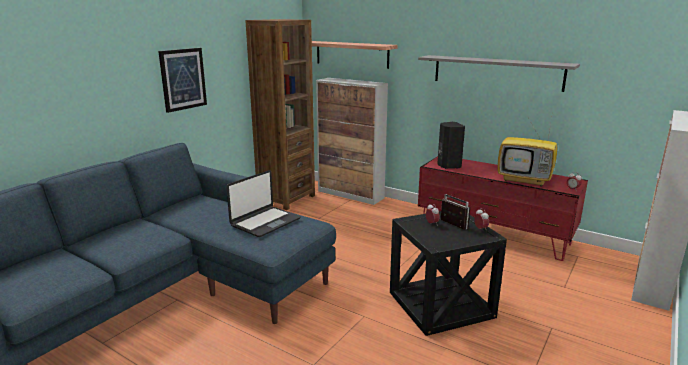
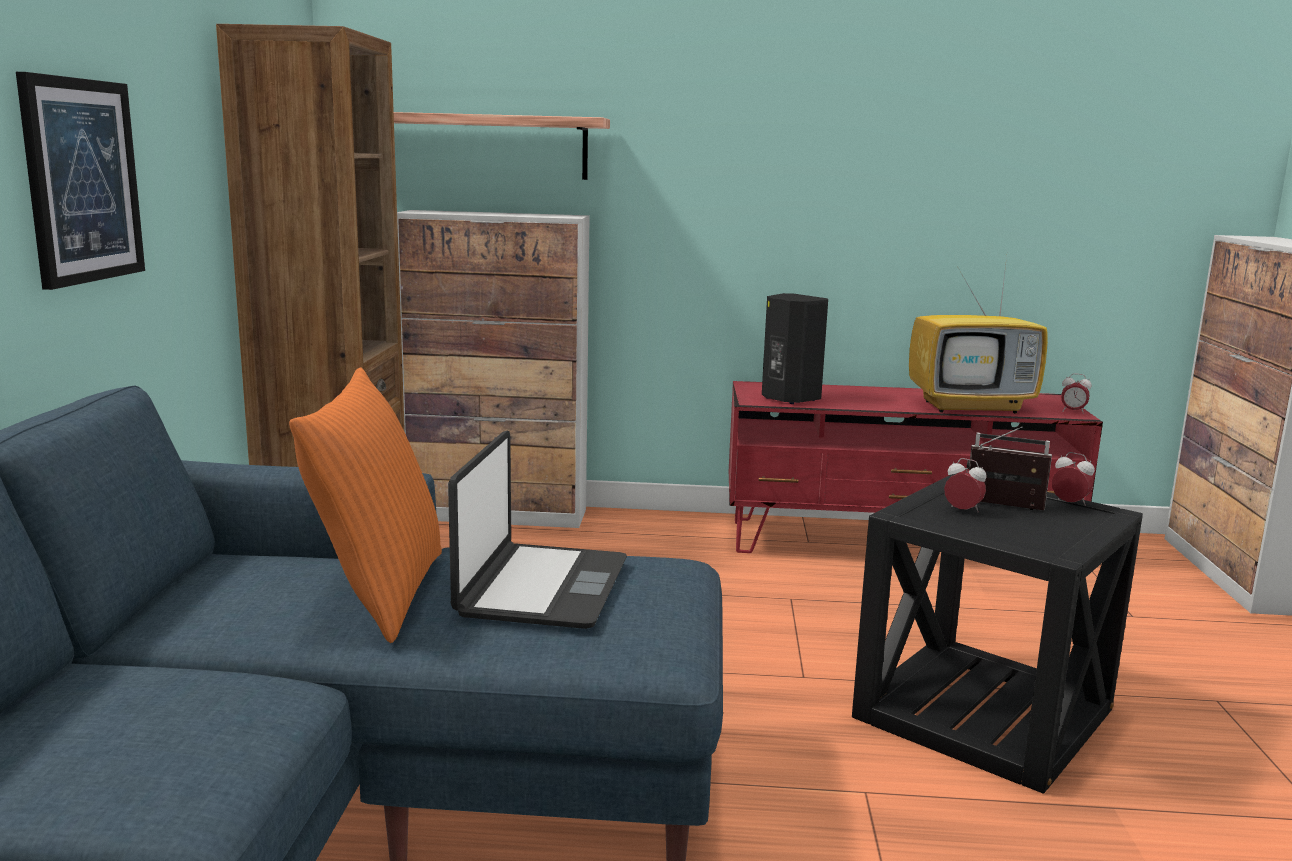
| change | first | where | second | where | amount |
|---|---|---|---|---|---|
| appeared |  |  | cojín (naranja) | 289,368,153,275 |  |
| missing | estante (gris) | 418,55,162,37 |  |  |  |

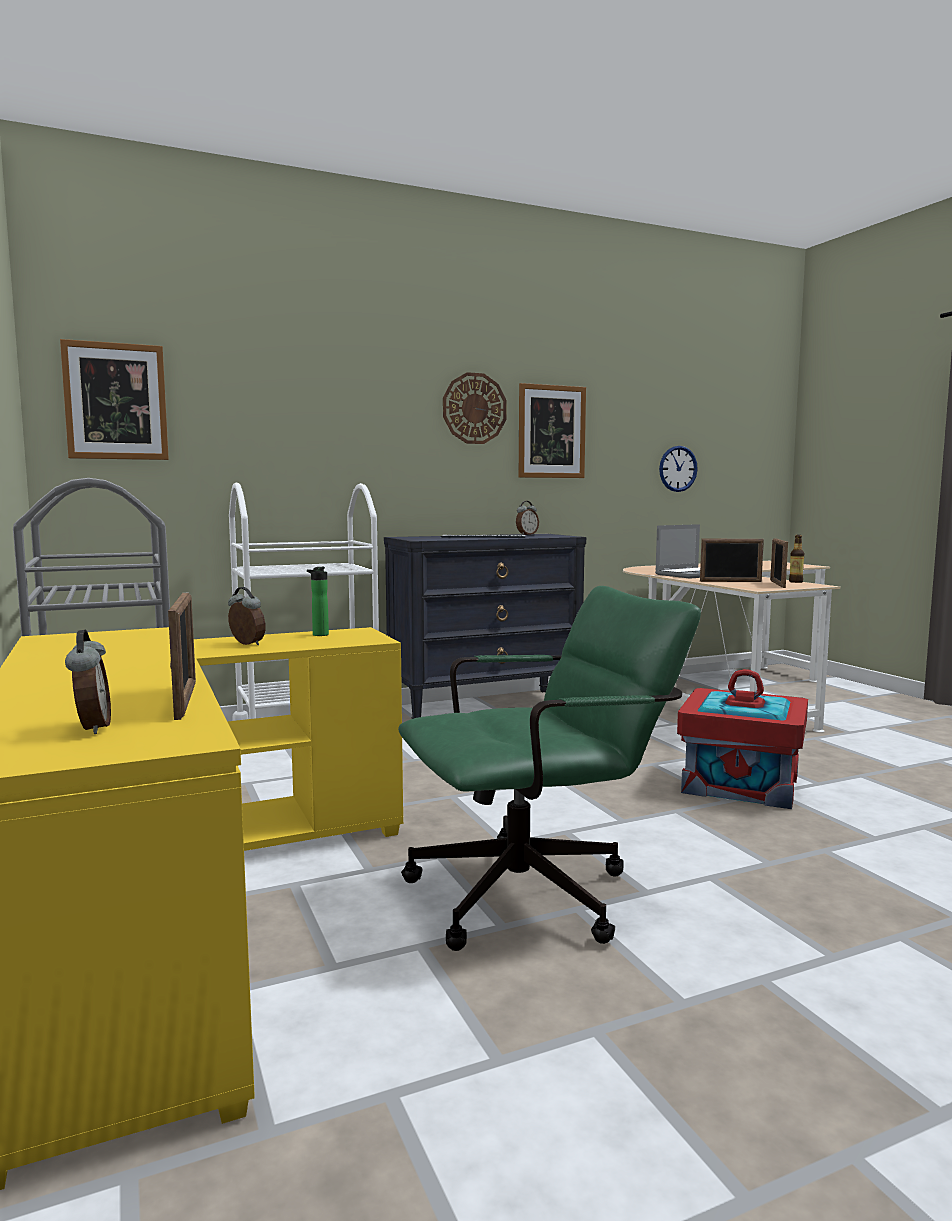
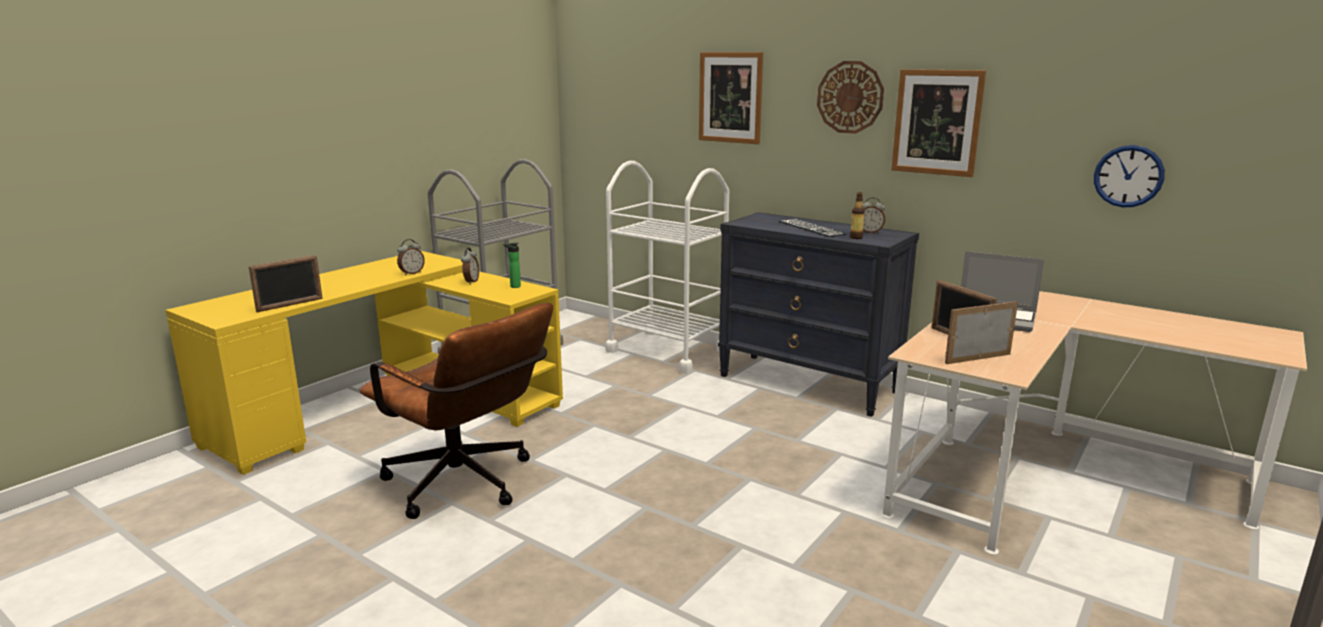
| change | first | where | second | where | amount |
|---|---|---|---|---|---|
| colour | silla de oficina (verde) | 398,586,303,365 | silla de oficina (marrón) | 360,303,193,216 |  |
| relocated | despertador | 65,630,46,104 |  | 397,239,28,36 |  |
| relocated | cuadro | 60,339,109,121 |  | 699,52,64,92 |  |
| relocated | botella | 789,535,15,48 |  | 850,192,15,47 |  |
| missing | caja de almacenaje (rojo) | 677,669,131,140 |  |  |  |

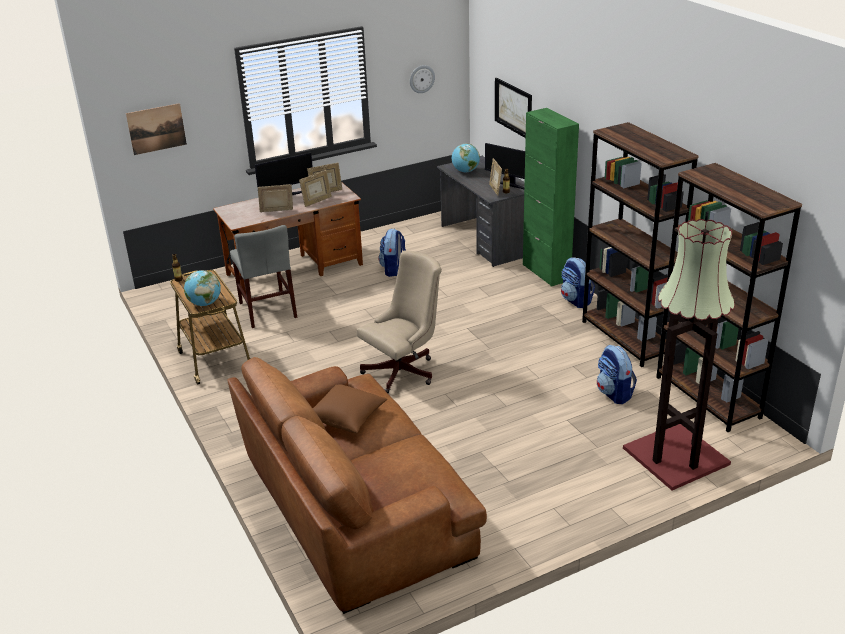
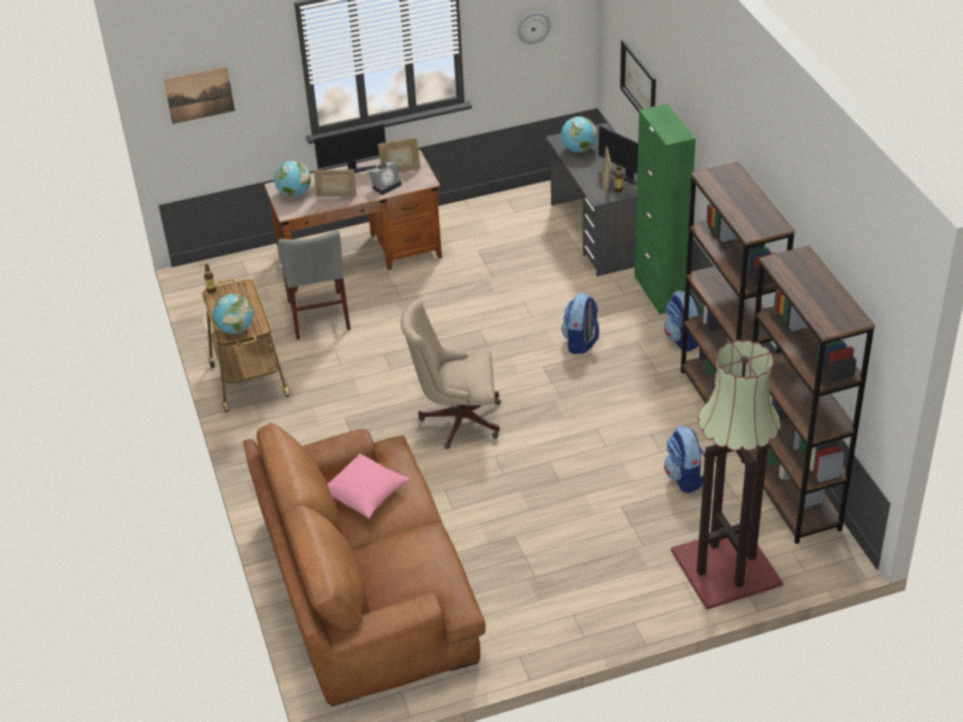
| change | first | where | second | where | amount |
|---|---|---|---|---|---|
| appeared |  |  | globo terráqueo | 274,160,37,37 |  |
| colour | cojín (marrón) | 313,384,74,49 | cojín (rosa) | 328,453,82,65 |  |
| exchanged | portarretratos | 299,170,33,37 | despertador | 369,161,33,34 |  |
| spun | silla de oficina (beis) | 357,250,85,143 |  | 400,300,101,149 | 150 degrees counterclockwise |
| relocated | mochila | 378,228,28,49 |  | 562,293,37,61 |  |

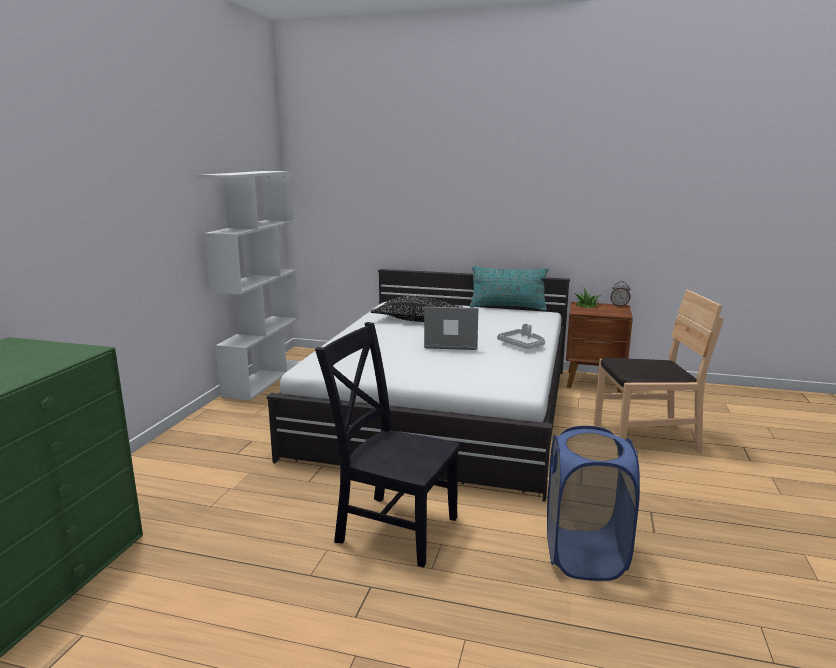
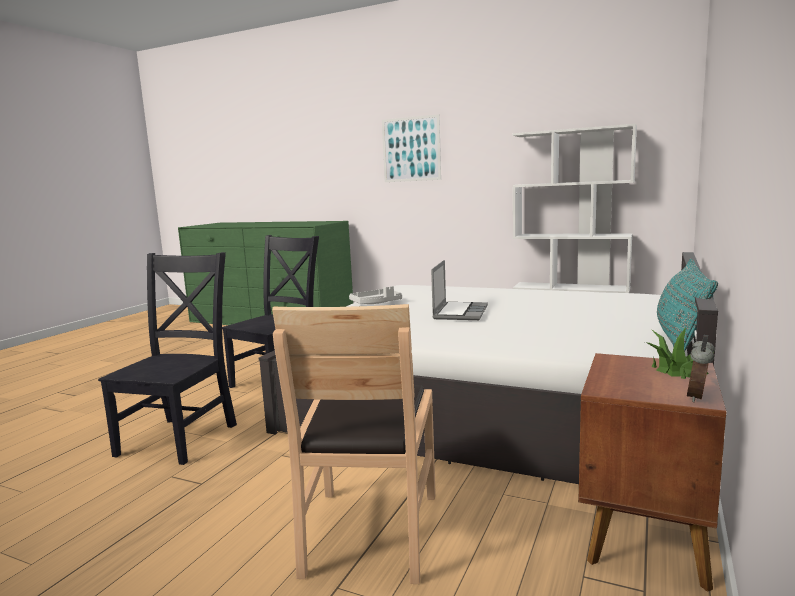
| change | first | where | second | where | amount |
|---|---|---|---|---|---|
| exchanged | cesto de la ropa (azul) | 547,426,93,155 | silla (negro) | 98,252,139,213 |  |
| relocated | bandeja (gris) | 497,324,48,25 |  | 349,286,53,18 |  |
| appeared |  |  | cuadro | 382,114,59,68 |  |
| missing | cojín (negro) | 371,296,92,26 |  |  |  |

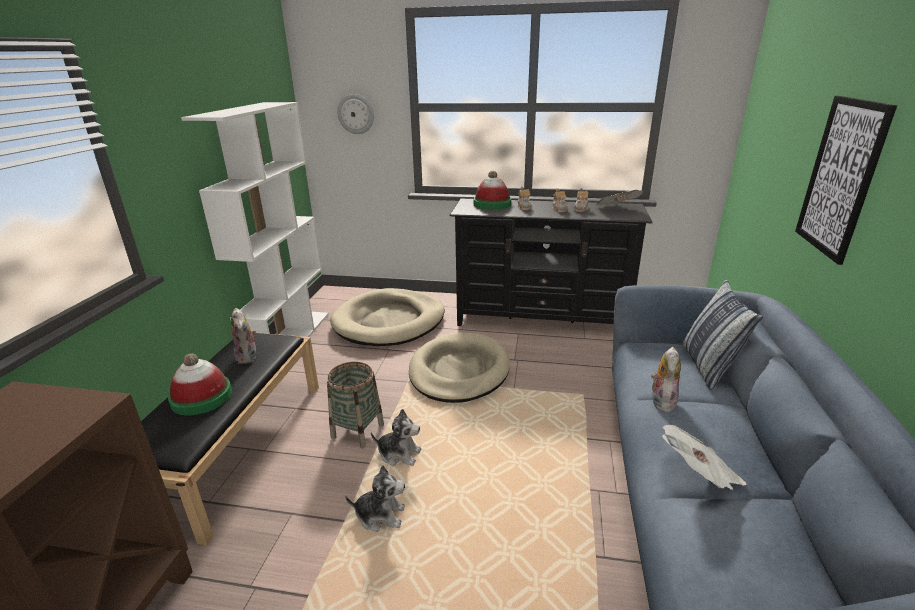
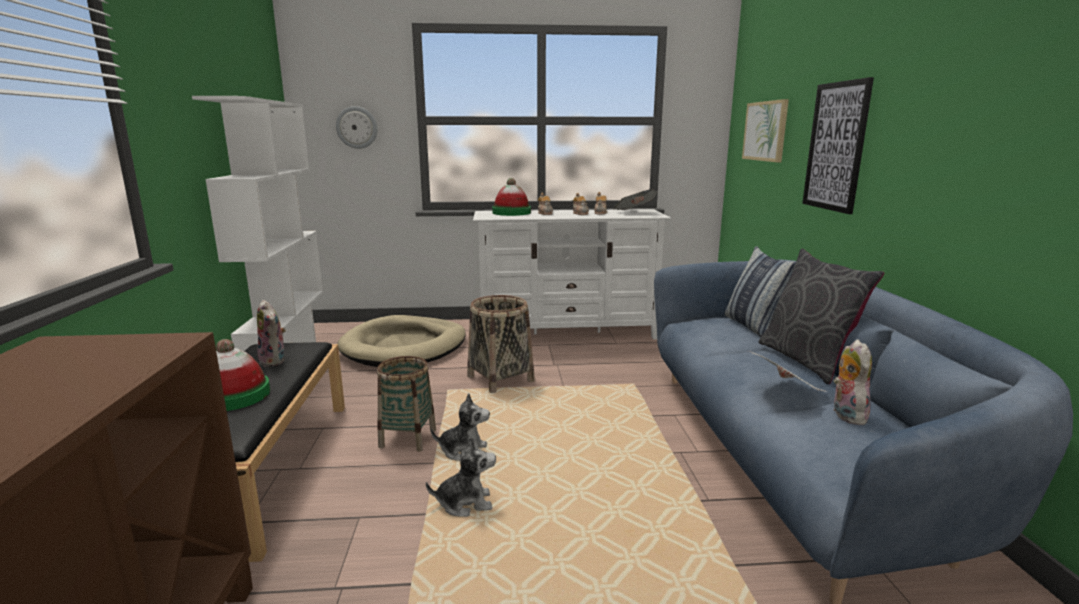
| change | first | where | second | where | amount |
|---|---|---|---|---|---|
| exchanged | cama para perro (beis) | 409,332,101,71 | cesta | 467,295,68,98 |  |
| colour | mueble de televisión (negro) | 449,199,204,127 | mueble de televisión (blanco) | 473,209,198,130 |  |
| appeared |  |  | cuadro | 742,99,47,63 |  |
| appeared |  |  | cojín (gris) | 759,248,125,136 |  |
| relocated | peluche | 651,347,30,65 |  | 833,339,39,86 |  |

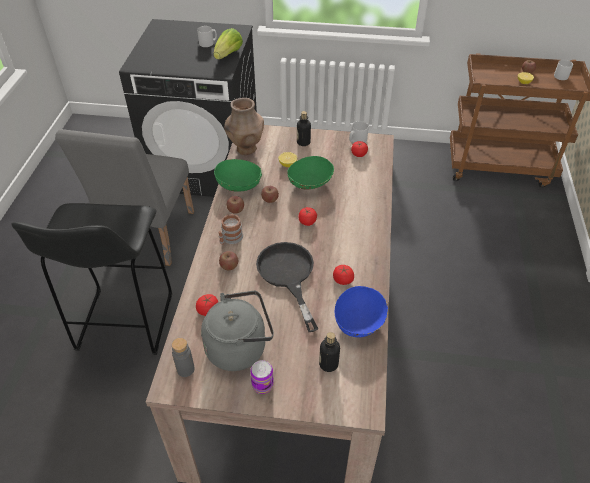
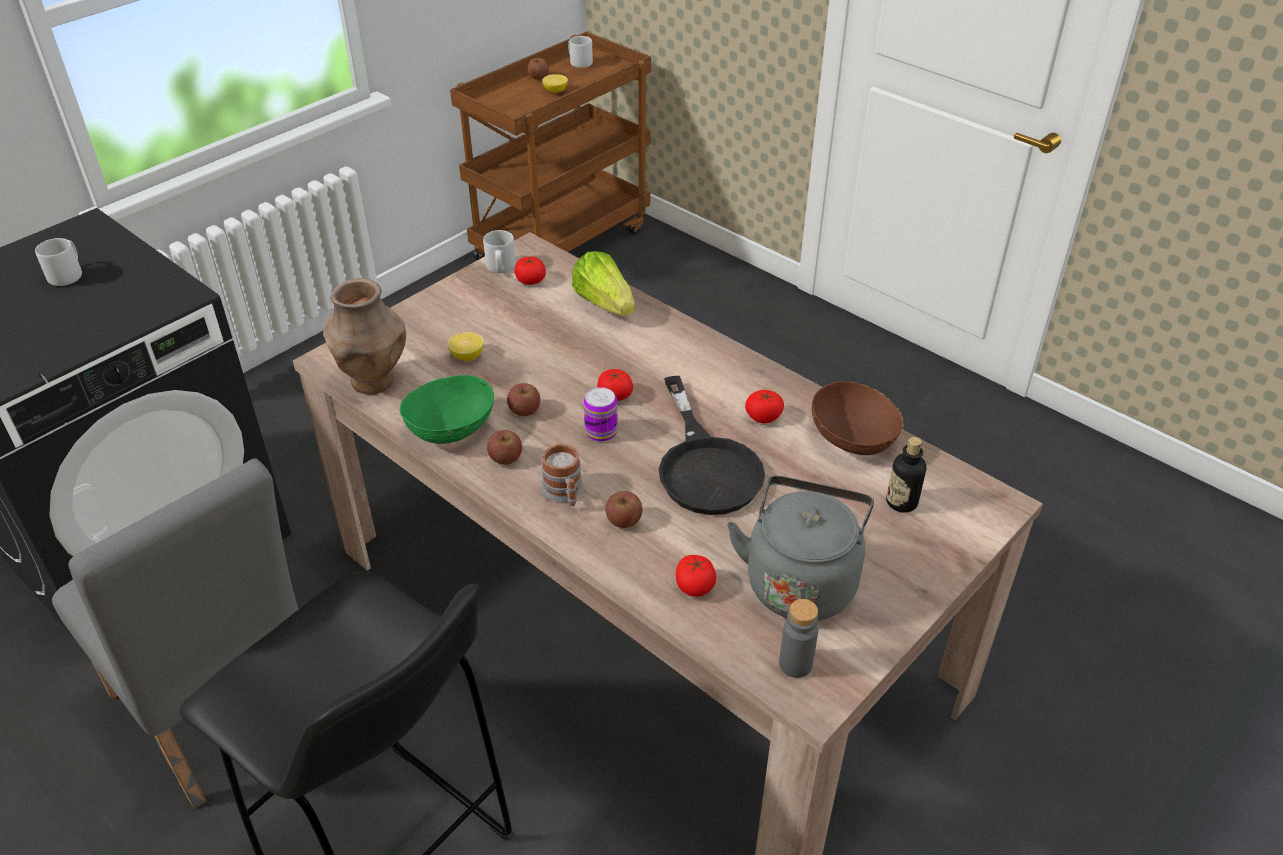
| change | first | where | second | where | amount |
|---|---|---|---|---|---|
| relocated | lechuga | 213,28,30,31 |  | 572,251,63,65 |  |
| relocated | lata | 250,360,24,34 |  | 584,387,34,55 |  |
| spun | sartén (negro) | 256,242,62,90 |  | 659,376,106,139 | 120 degrees counterclockwise |
| colour | cuenco (azul) | 335,286,53,51 | cuenco (marrón) | 812,381,92,74 |  |
| missing | cuenco (verde) | 287,156,47,33 |  |  |  |
| missing | botella | 297,111,14,35 |  |  |  |

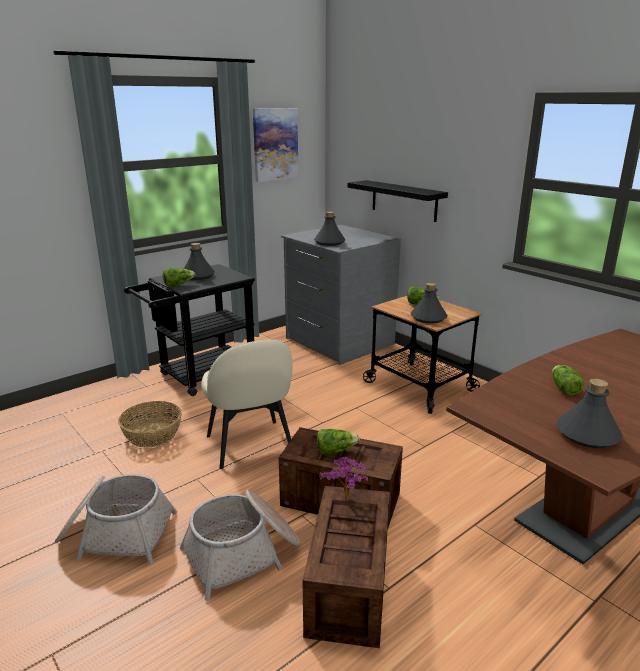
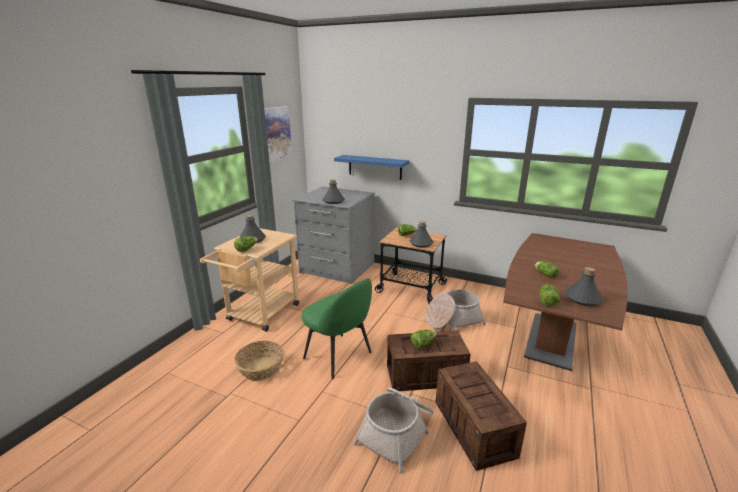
| change | first | where | second | where | amount |
|---|---|---|---|---|---|
| colour | carrito (negro) | 124,264,131,132 | carrito (beis) | 200,228,99,104 |  |
| colour | silla (beis) | 201,339,92,130 | silla (verde) | 302,278,70,101 |  |
| colour | estante (negro) | 348,180,100,42 | estante (azul) | 334,155,75,25 |  |
| relocated | cesta | 55,474,122,90 |  | 426,290,60,41 |  |
| appeared |  |  | lechuga | 539,284,21,22 |  |
| missing | planta en maceta | 319,457,49,43 |  |  |  |

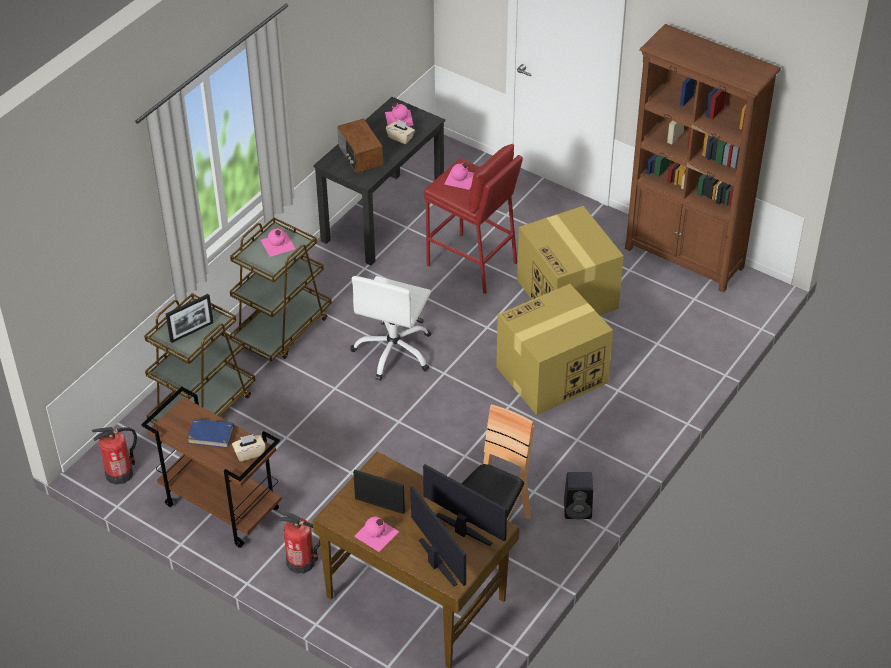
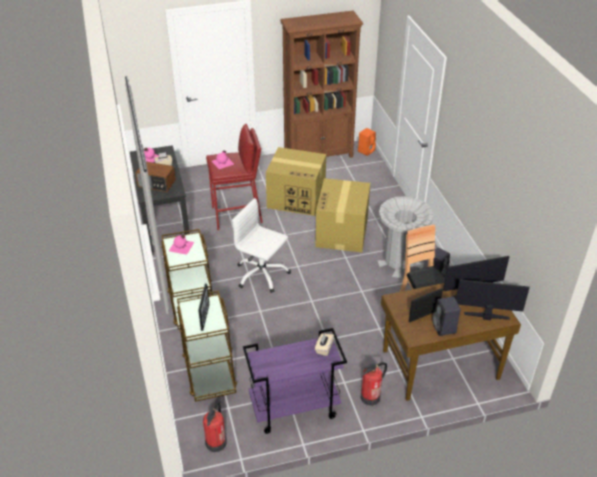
| change | first | where | second | where | amount |
|---|---|---|---|---|---|
| spun | silla de oficina (blanco) | 350,276,81,105 |  | 232,198,59,95 | 150 degrees clockwise |
| colour | carrito (marrón) | 141,387,141,161 | carrito (morado) | 243,328,104,106 |  |
| appeared |  |  | altavoz (naranja) | 358,128,18,28 |  |
| appeared |  |  | papelera (gris) | 377,196,56,82 |  |
| exchanged | botella (rosa) | 354,516,45,36 | altavoz (negro) | 432,297,29,39 |  |
| missing | libro (azul) | 186,419,48,29 |  |  |  |

